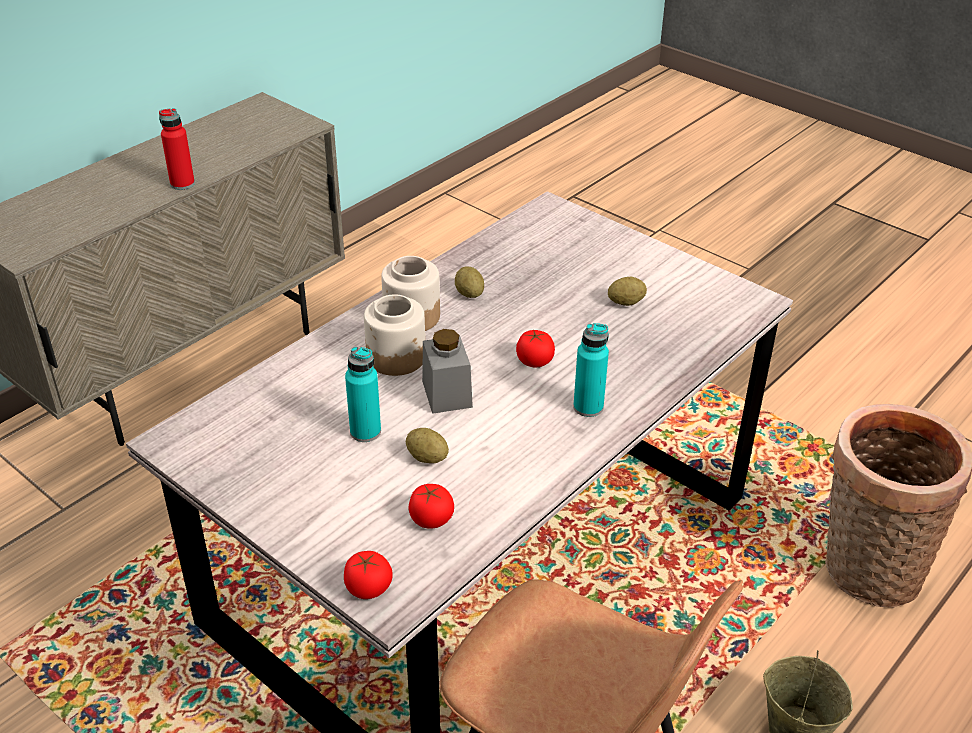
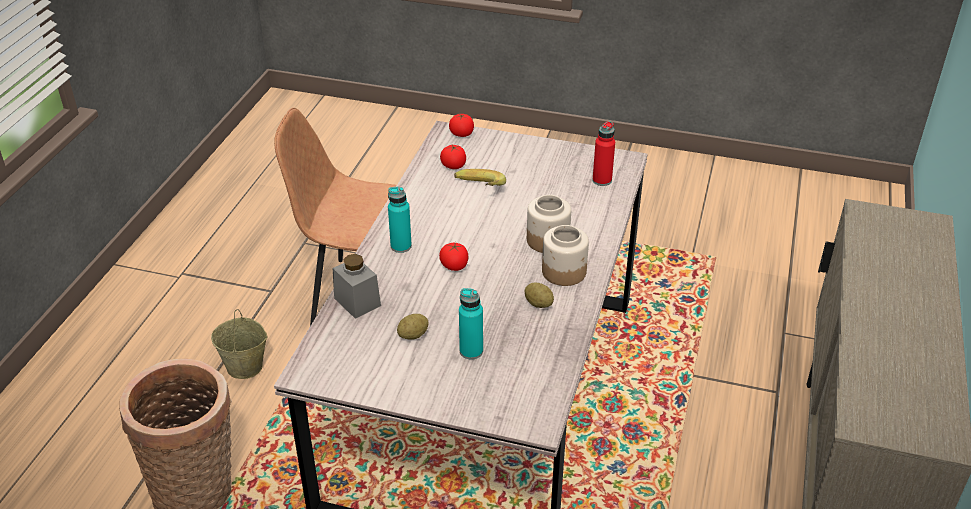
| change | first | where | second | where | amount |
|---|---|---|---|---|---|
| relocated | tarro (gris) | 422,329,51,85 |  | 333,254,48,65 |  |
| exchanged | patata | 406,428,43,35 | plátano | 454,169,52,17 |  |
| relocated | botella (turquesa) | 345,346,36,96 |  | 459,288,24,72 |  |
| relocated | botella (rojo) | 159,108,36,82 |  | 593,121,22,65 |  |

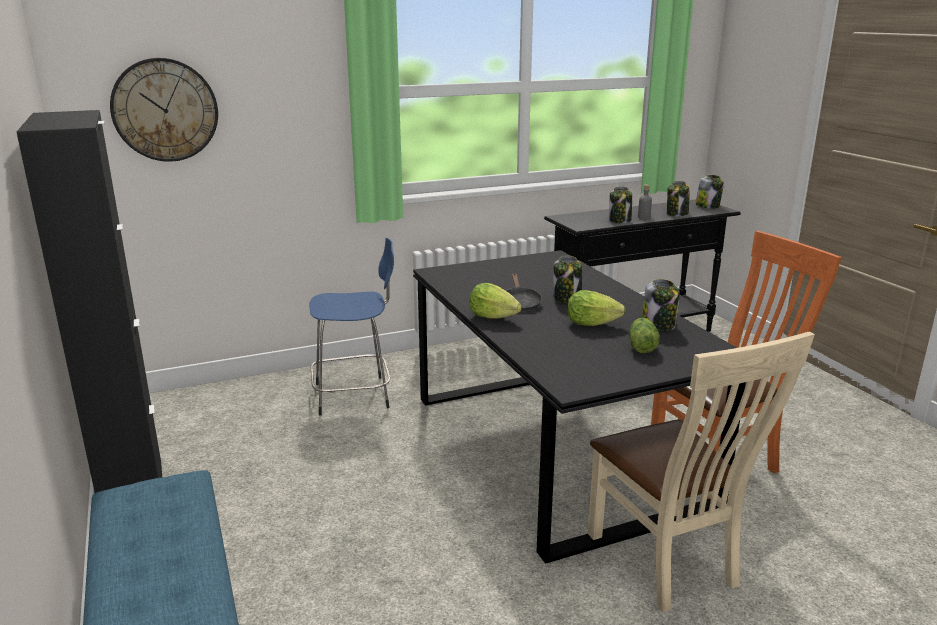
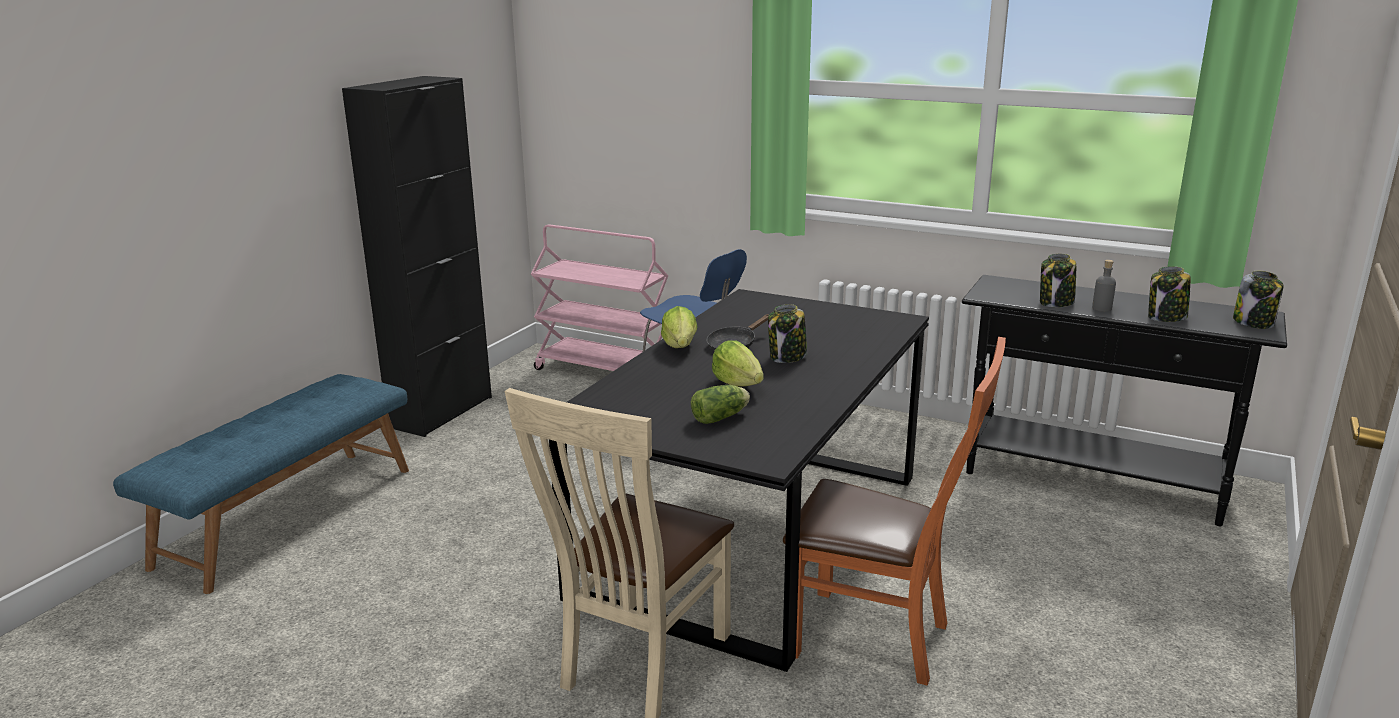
| change | first | where | second | where | amount |
|---|---|---|---|---|---|
| appeared |  |  | carrito (rosa) | 531,224,137,147 |  |
| missing | reloj de pared | 110,58,108,104 |  |  |  |
| missing | tarro | 642,279,38,52 |  |  |  |

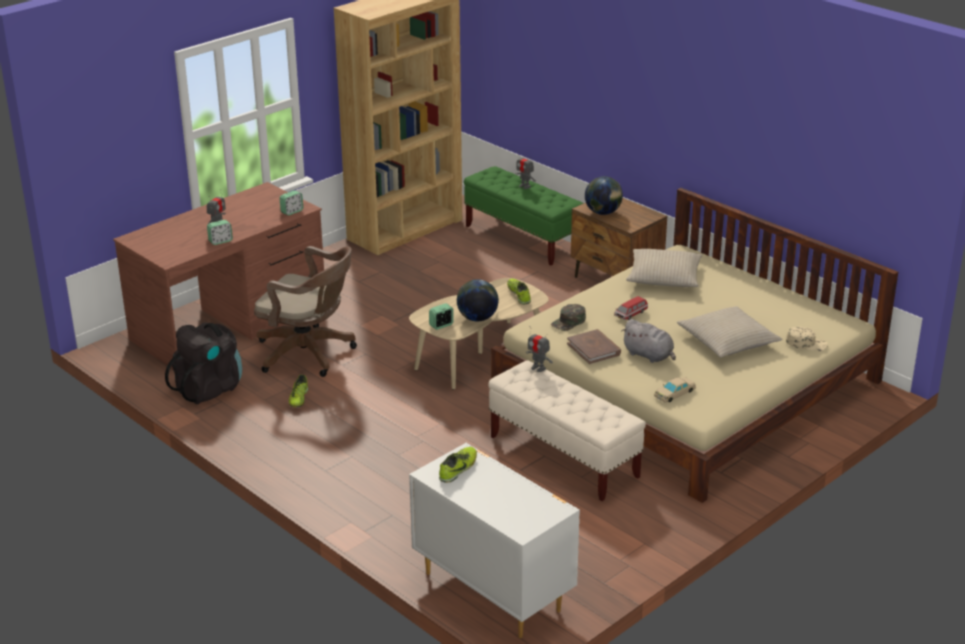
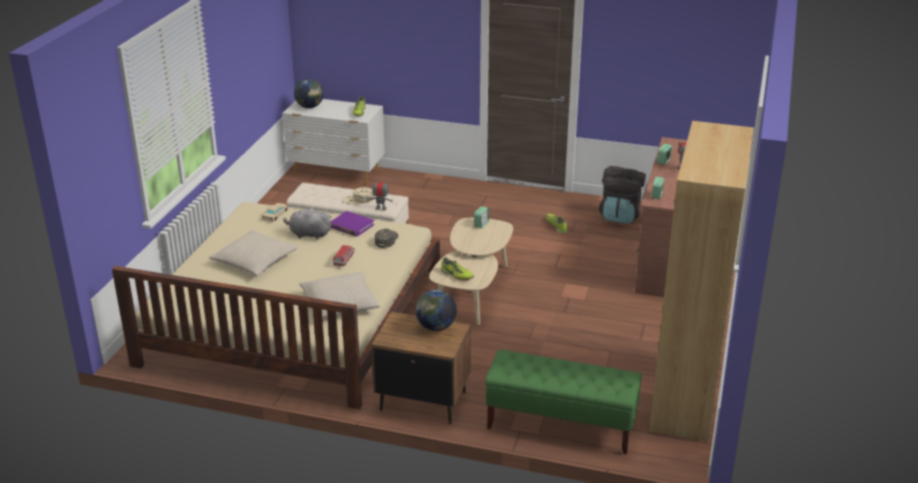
| change | first | where | second | where | amount |
|---|---|---|---|---|---|
| relocated | globo terráqueo | 457,279,42,42 |  | 294,79,30,29 |  |
| colour | libro (marrón) | 567,329,54,35 | libro (morado) | 331,211,43,26 |  |
| relocated | gorra (beis) | 786,327,42,24 |  | 343,187,31,17 |  |
| missing | silla de oficina (marrón) | 254,246,103,131 |  |  |  |
| missing | robot de juguete | 516,151,20,38 |  |  |  |

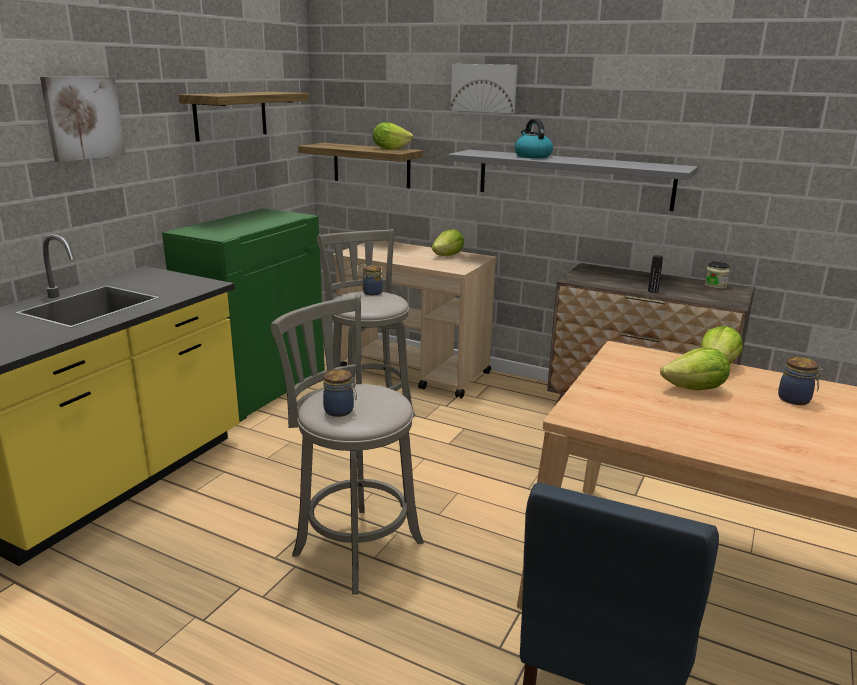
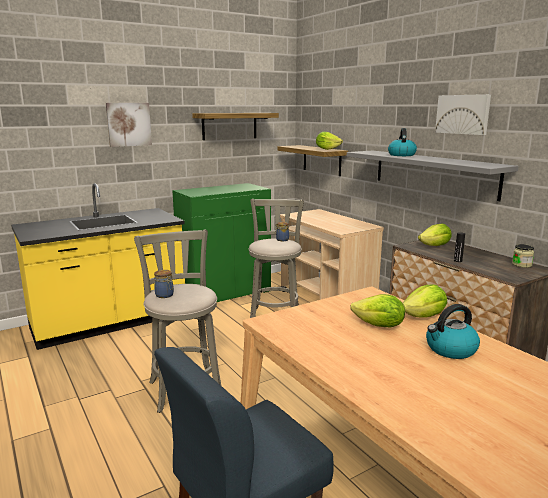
| change | first | where | second | where | amount |
|---|---|---|---|---|---|
| relocated | lechuga | 431,229,33,27 |  | 418,224,34,22 |  |
| exchanged | tarro | 778,357,45,48 | hervidor | 426,304,54,55 |  |
| relocated | cuadro | 451,64,66,49 |  | 435,94,56,41 |  |

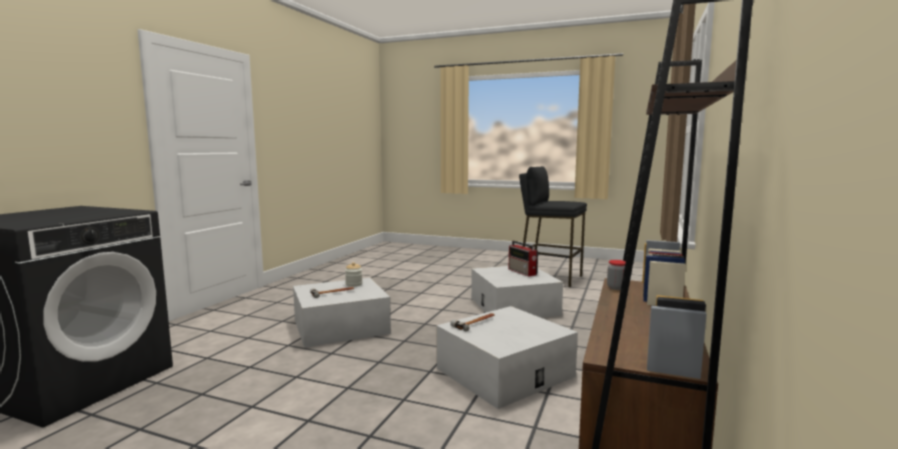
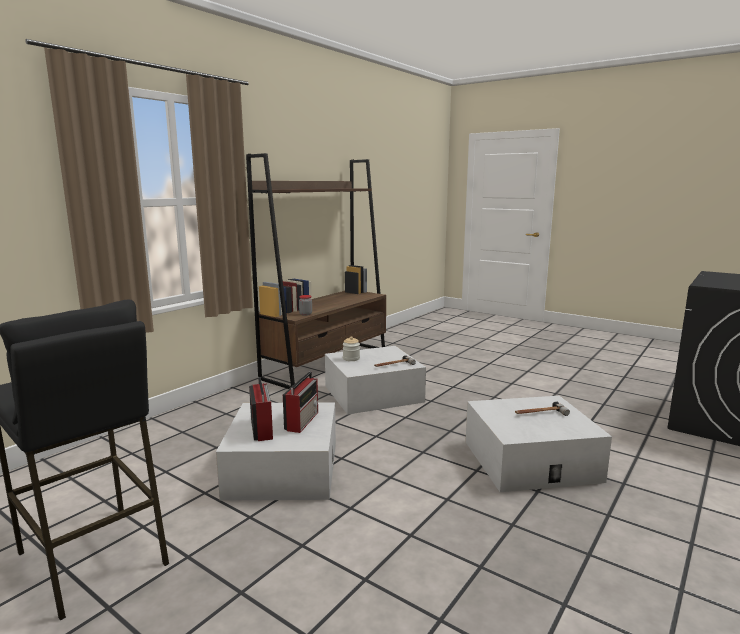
| change | first | where | second | where | amount |
|---|---|---|---|---|---|
| appeared |  |  | radio | 283,371,35,62 |  |
| relocated | tarro | 345,262,18,25 |  | 343,336,17,25 |  |

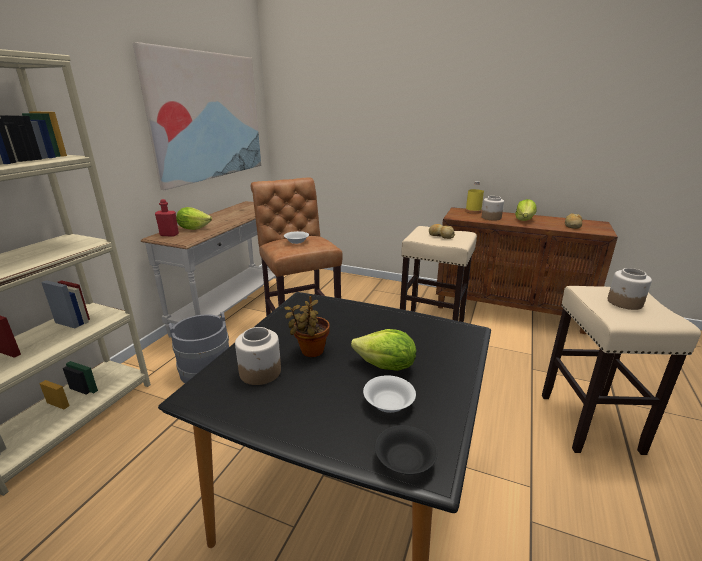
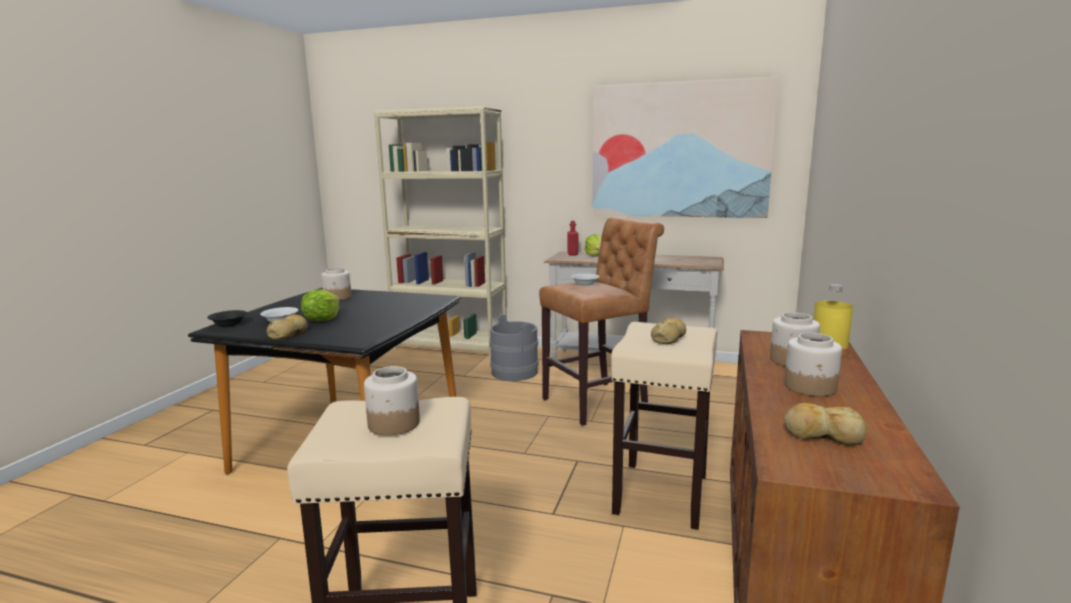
| change | first | where | second | where | amount |
|---|---|---|---|---|---|
| appeared |  |  | pan | 267,314,41,26 |  |
| exchanged | lechuga | 515,199,22,22 | tarro | 784,333,58,64 |  |
| missing | planta en maceta | 285,296,45,61 |  |  |  |

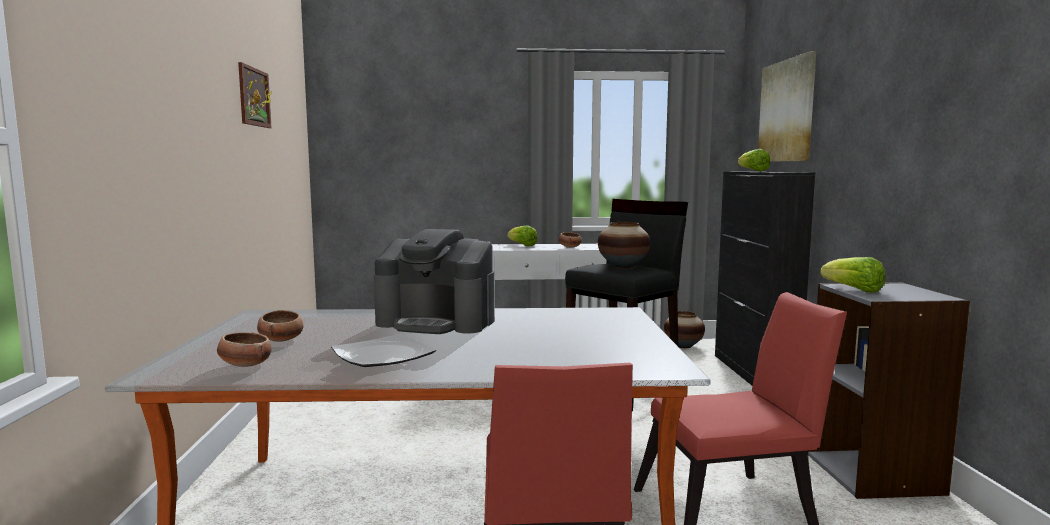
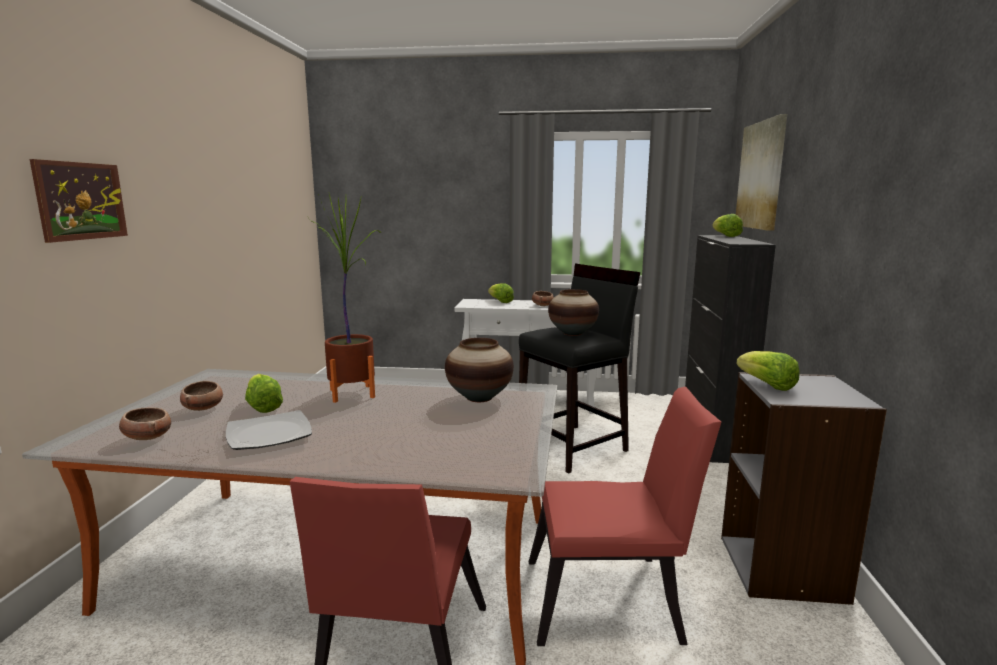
| change | first | where | second | where | amount |
|---|---|---|---|---|---|
| relocated | cuadro | 238,62,34,66 |  | 30,159,98,84 |  |
| appeared |  |  | lechuga | 245,374,38,39 |  |
| exchanged | cafetera | 374,229,121,105 | planta en maceta | 307,194,75,209 |  |
| relocated | florero | 664,311,41,37 |  | 445,338,69,64 |  |

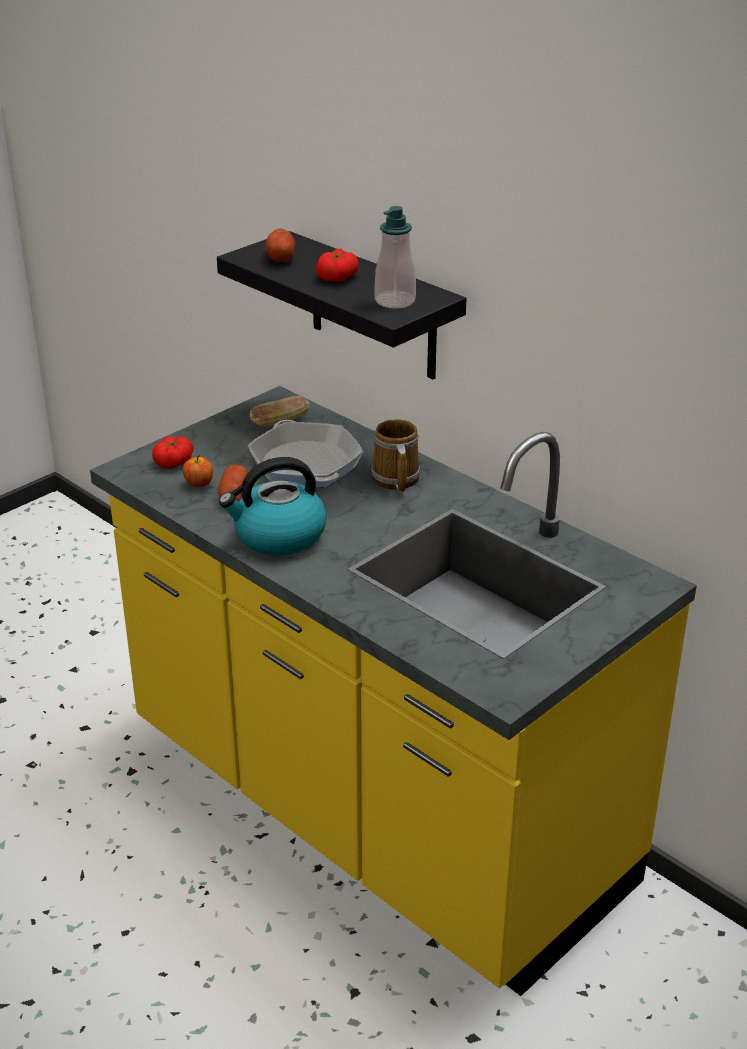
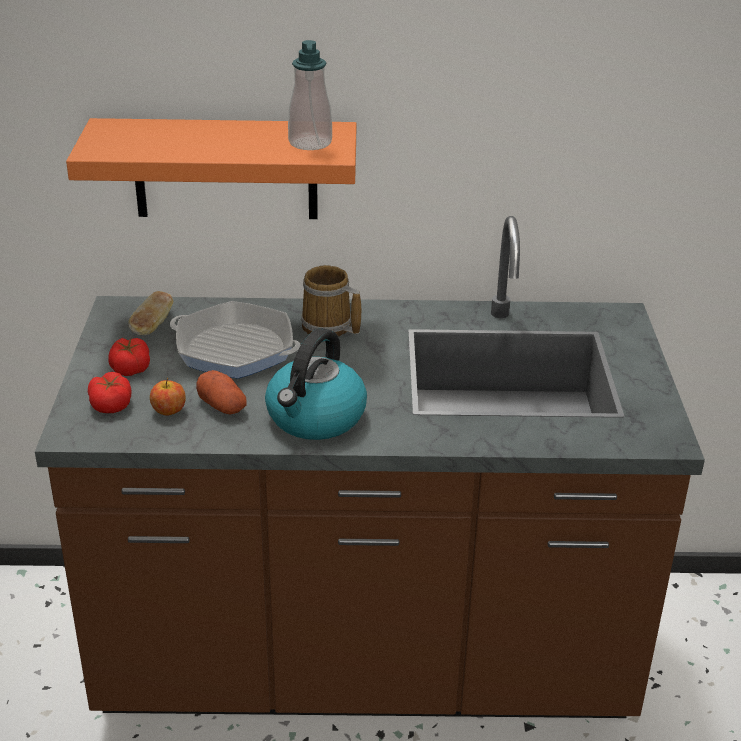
| change | first | where | second | where | amount |
|---|---|---|---|---|---|
| colour | mueble bajo de cocina (amarillo) | 90,386,607,610 | mueble bajo de cocina (marrón) | 35,216,670,502 |  |
| colour | estante (negro) | 217,231,250,148 | estante (naranja) | 66,118,290,101 |  |
| relocated | tomate | 316,249,43,33 |  | 109,338,41,38 |  |
| missing | patata | 265,229,31,33 |  |  |  |

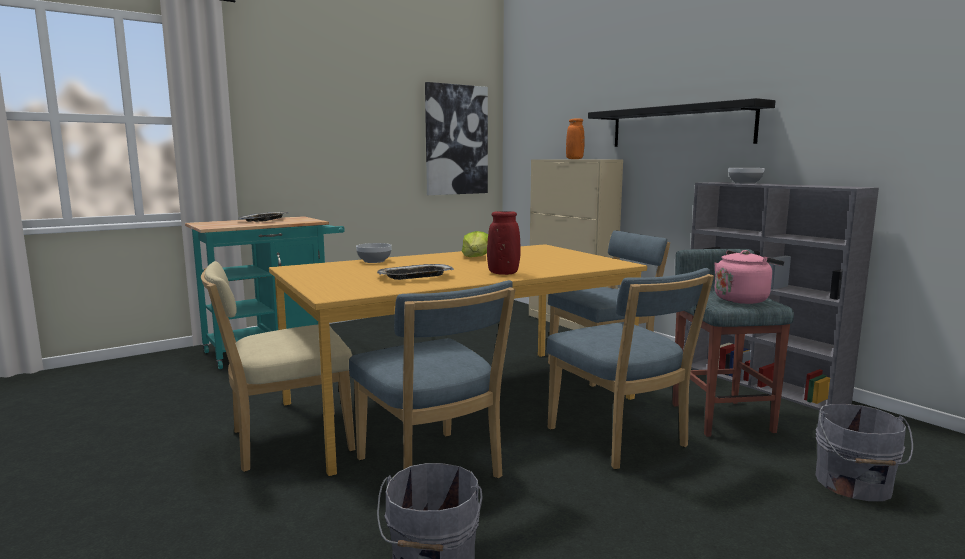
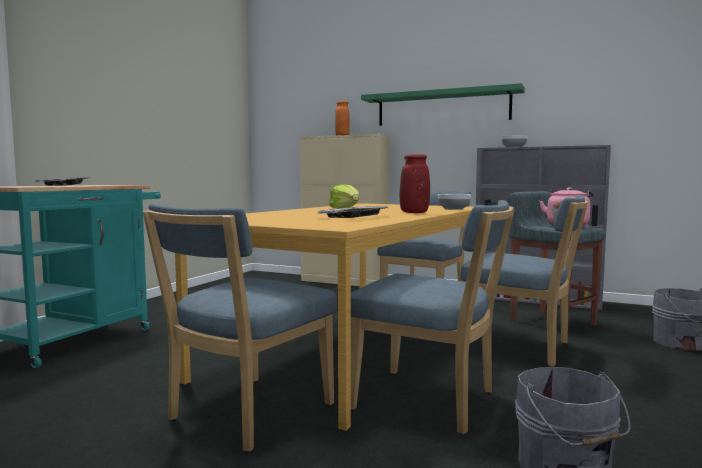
| change | first | where | second | where | amount |
|---|---|---|---|---|---|
| colour | silla (beis) | 201,261,154,211 | silla (azul) | 143,203,194,249 |  |
| colour | estante (negro) | 588,98,187,49 | estante (verde) | 361,83,164,43 |  |
| relocated | cuenco | 356,243,36,20 |  | 438,194,33,16 |  |
| missing | cuadro | 425,82,63,113 |  |  |  |

